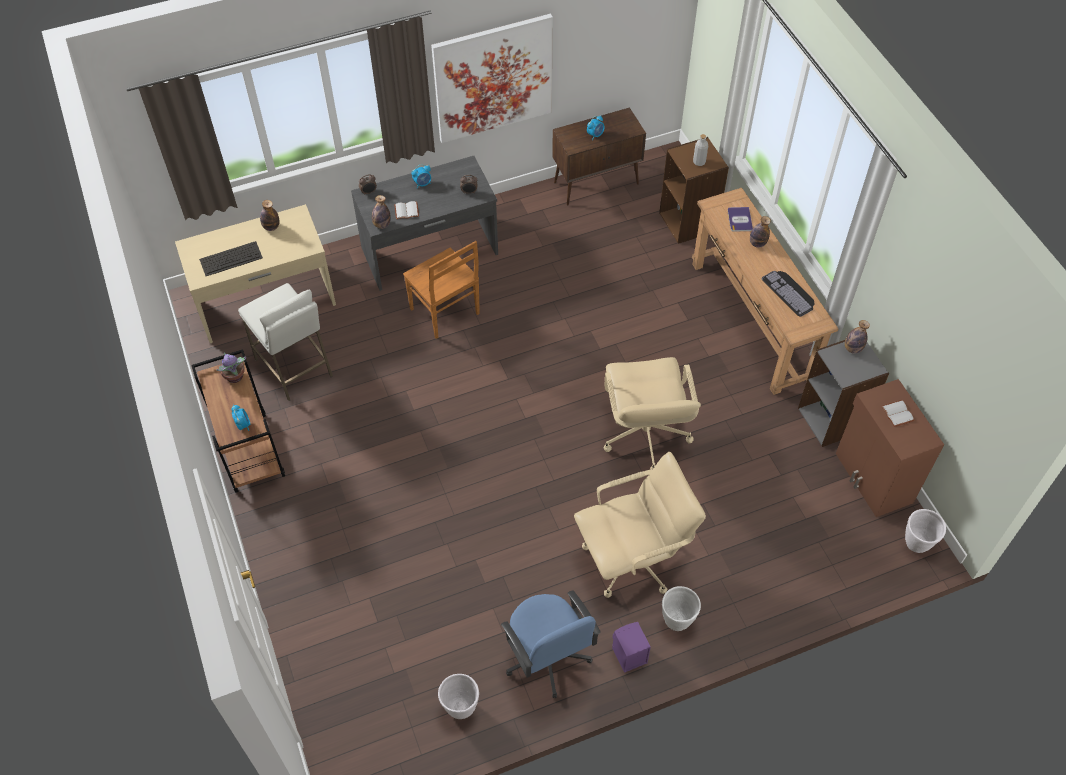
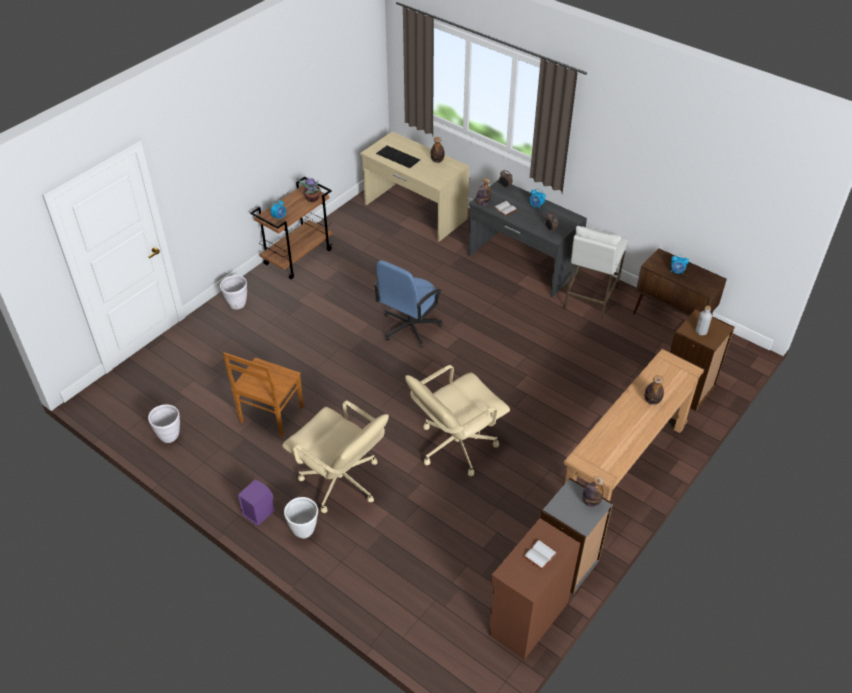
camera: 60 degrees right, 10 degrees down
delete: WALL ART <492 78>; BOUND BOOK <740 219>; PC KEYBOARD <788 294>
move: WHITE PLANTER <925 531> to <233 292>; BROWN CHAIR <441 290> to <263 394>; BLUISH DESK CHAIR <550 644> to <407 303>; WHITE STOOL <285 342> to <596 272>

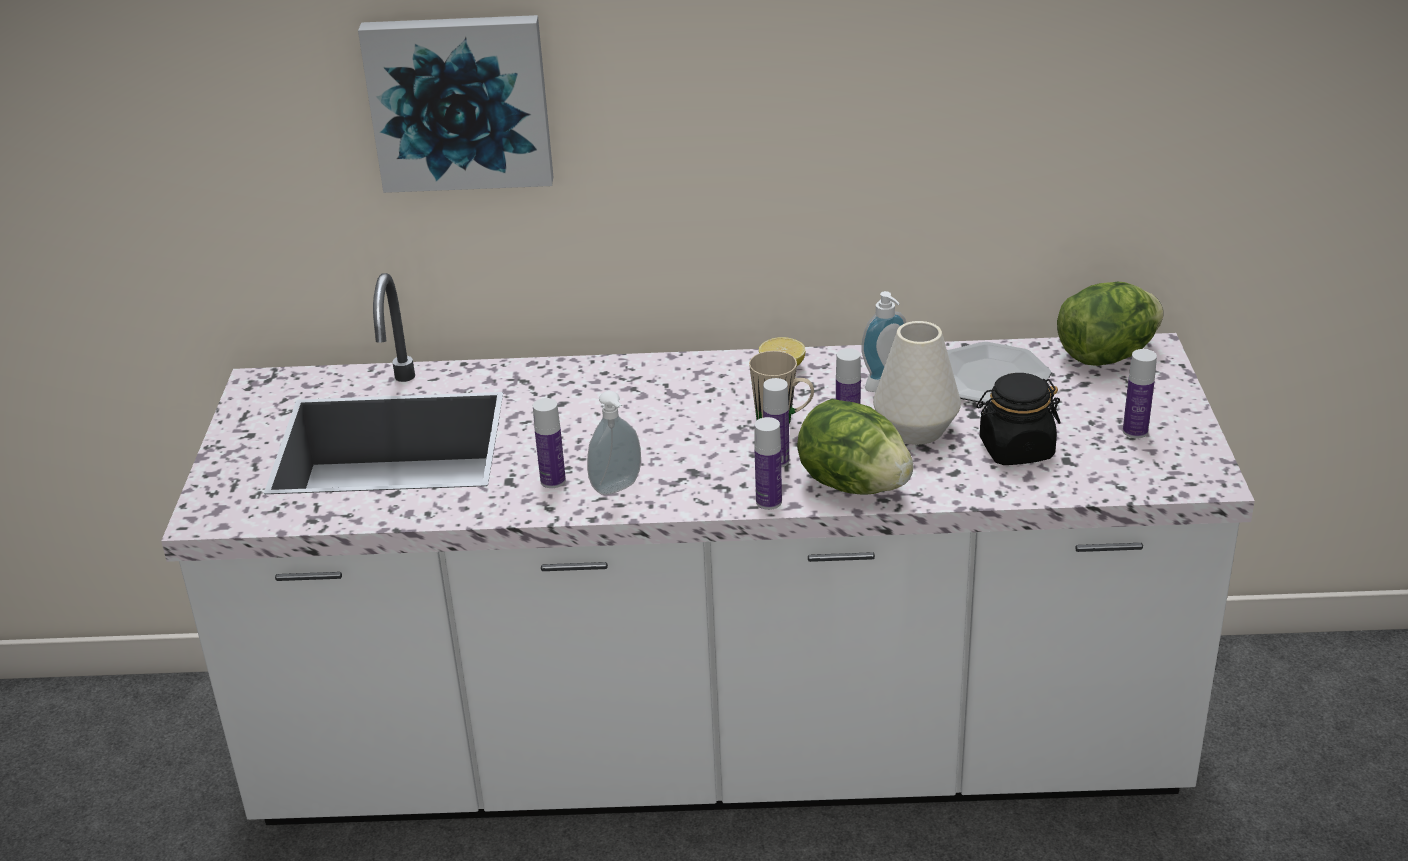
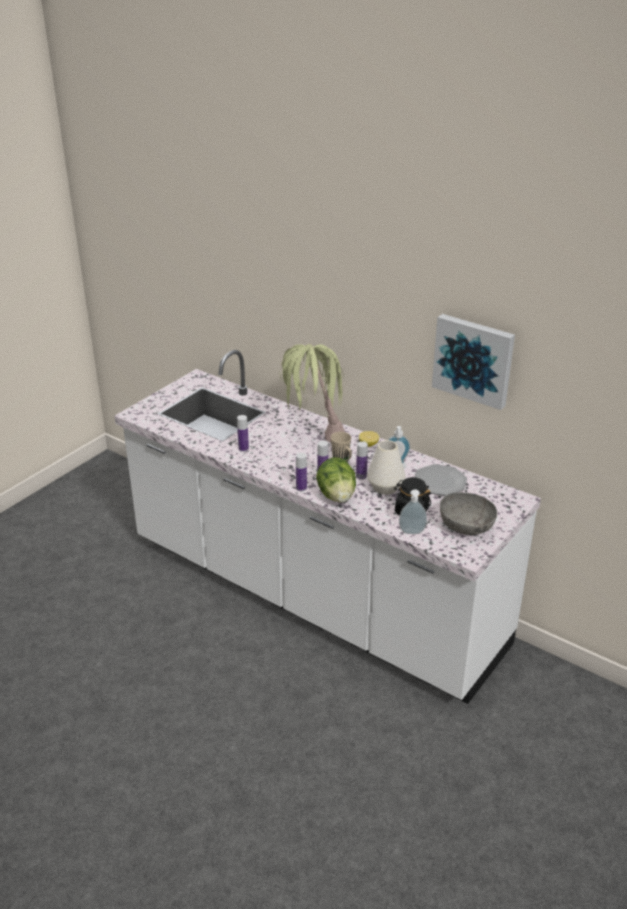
camera: 35 degrees right, 0 degrees up
delete: HEAD OF LETTUCE <1110 324>
insert: POTTED PLANT <312 393>
move: SOAP BOTTLE <614 443> to <413 511>; WALL ART <455 104> to <473 362>
replace: BOTTLE <1140 393> to GRAY BOWL <468 513>

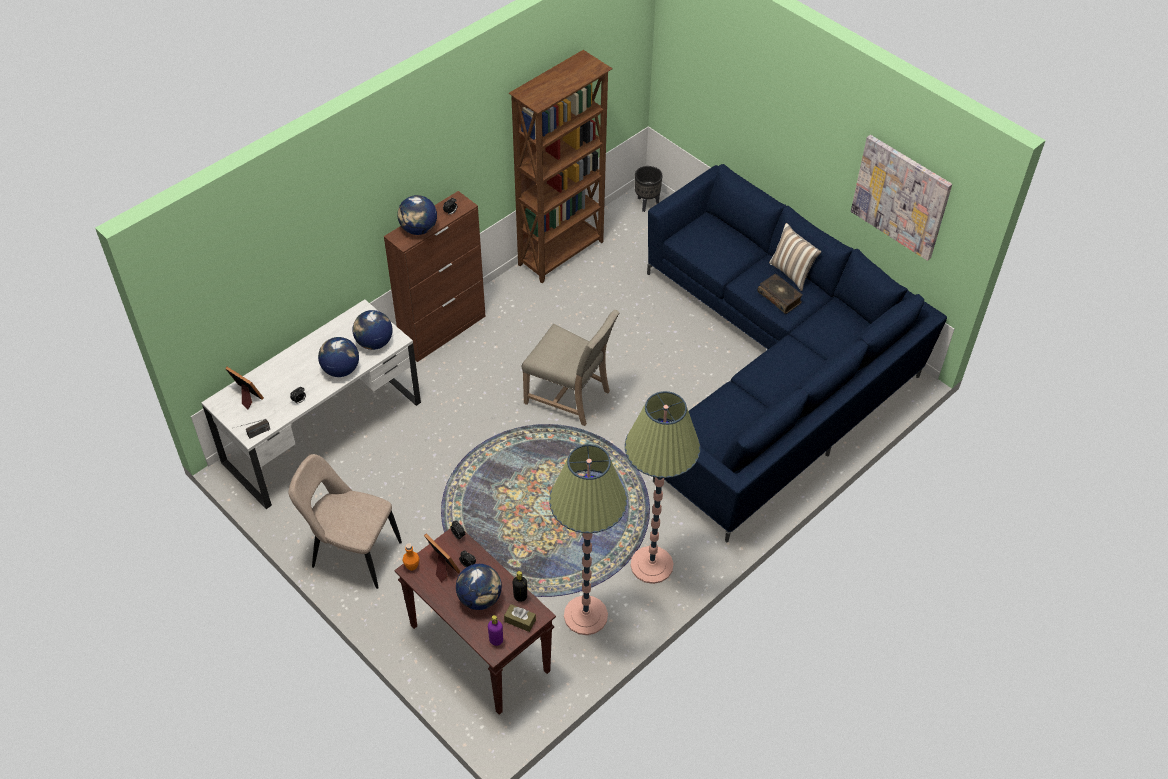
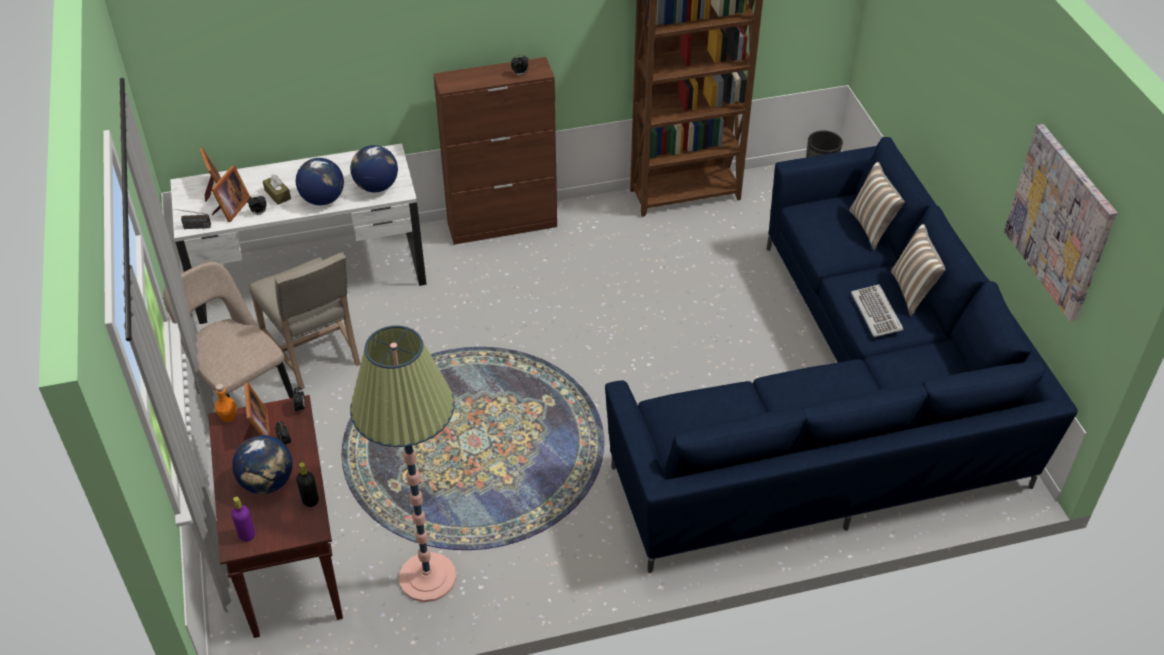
camera: 30 degrees right, 5 degrees down
delete: GLOBE <417 215>; FLOOR LAMP <662 487>
insert: PICTURE FRAME <230 193>; THROW PILLOW <877 206>
move: BEIGE-COLOURED CHAIR <570 368> to <305 320>; BROWN TISSUE BOX <520 618> to <277 189>
replace: BOUND BOOK <780 294> to PC KEYBOARD <877 310>

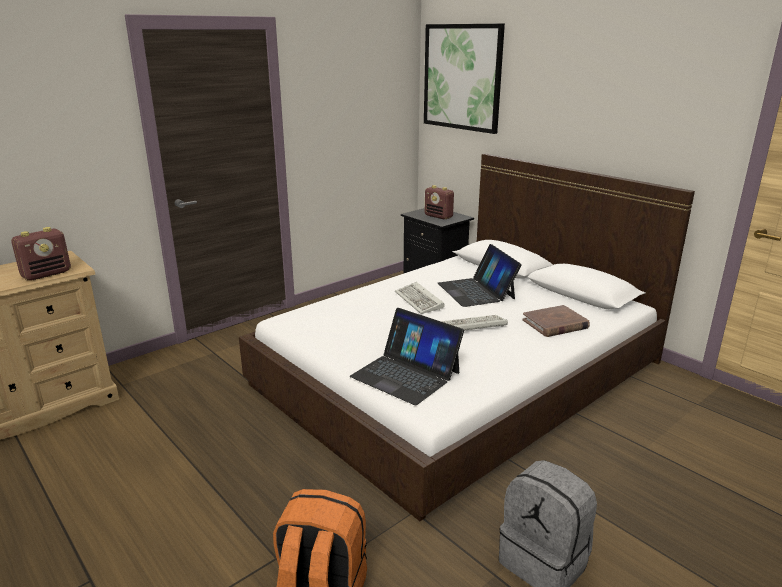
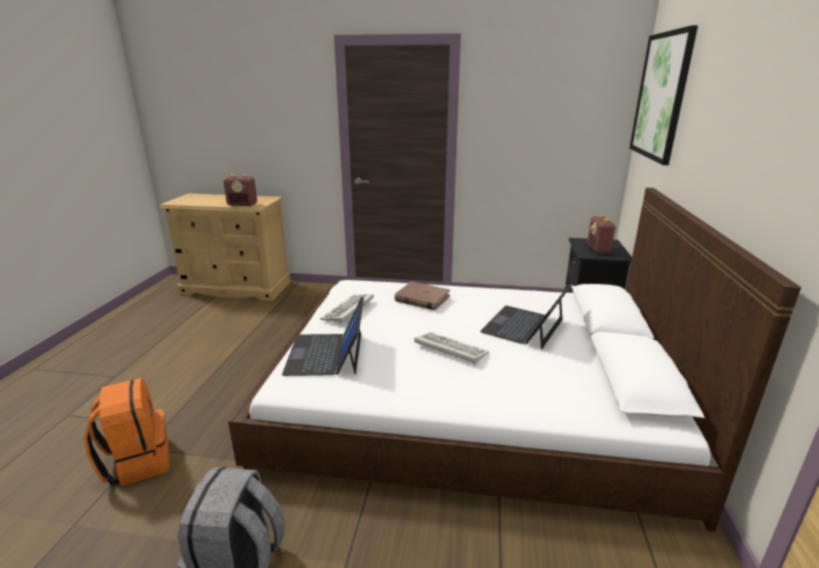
camera: 50 degrees right, 0 degrees up
move: PC KEYBOARD <420 298> to <347 309>; BROWN BOUND BOOK <556 321> to <422 296>

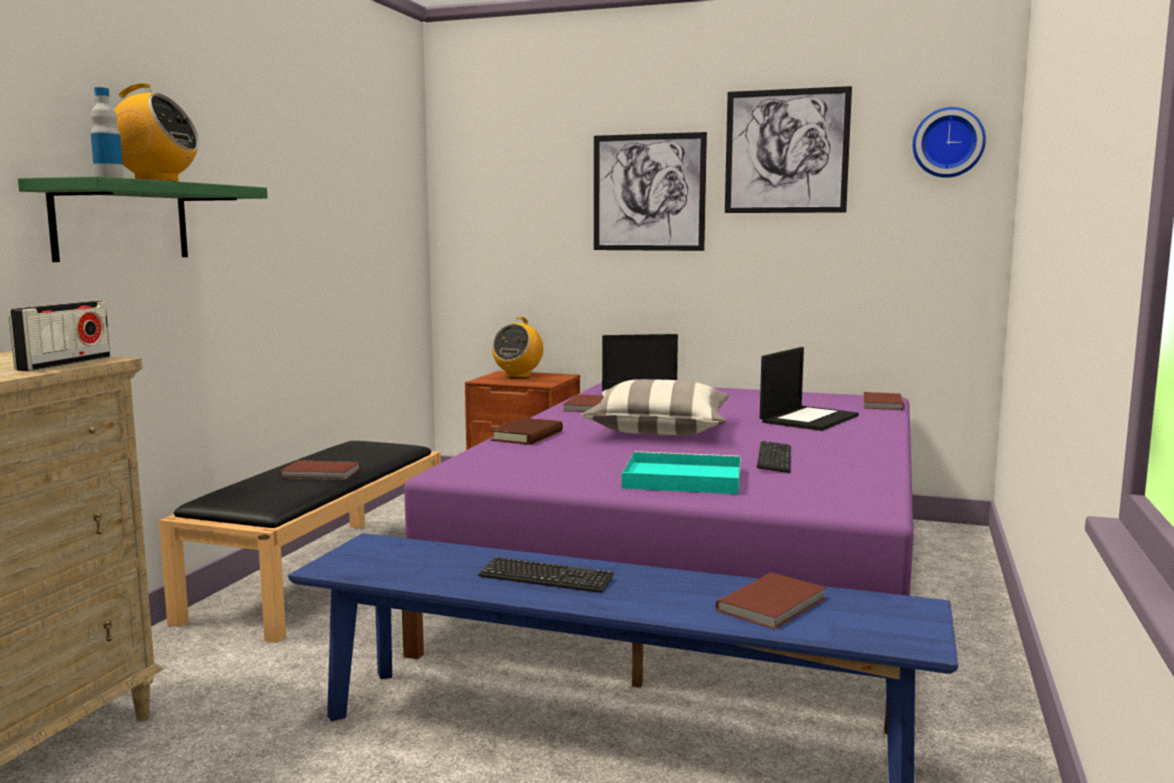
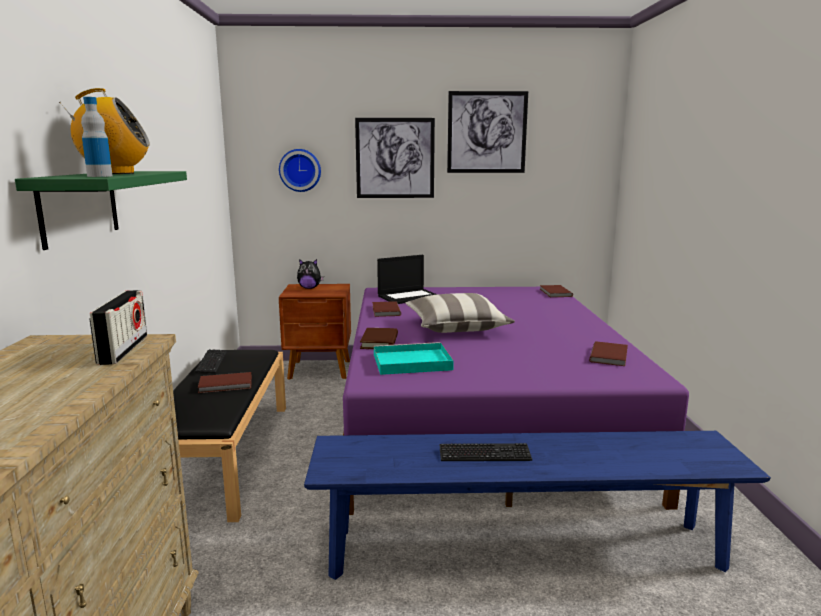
camera: 20 degrees left, 5 degrees up
delete: NOTEBOOK COMPUTER <809 389>
move: PC KEYBOARD <774 457> to <211 361>; WALL CLOCK <949 142> to <300 170>; TURQUOISE CARRYING TRAY <681 472> to <414 358>; BROWN BOUND BOOK <771 601> to <608 353>
replace: RADIO RECEIVER <517 347> to PLUSH TOY <310 274>

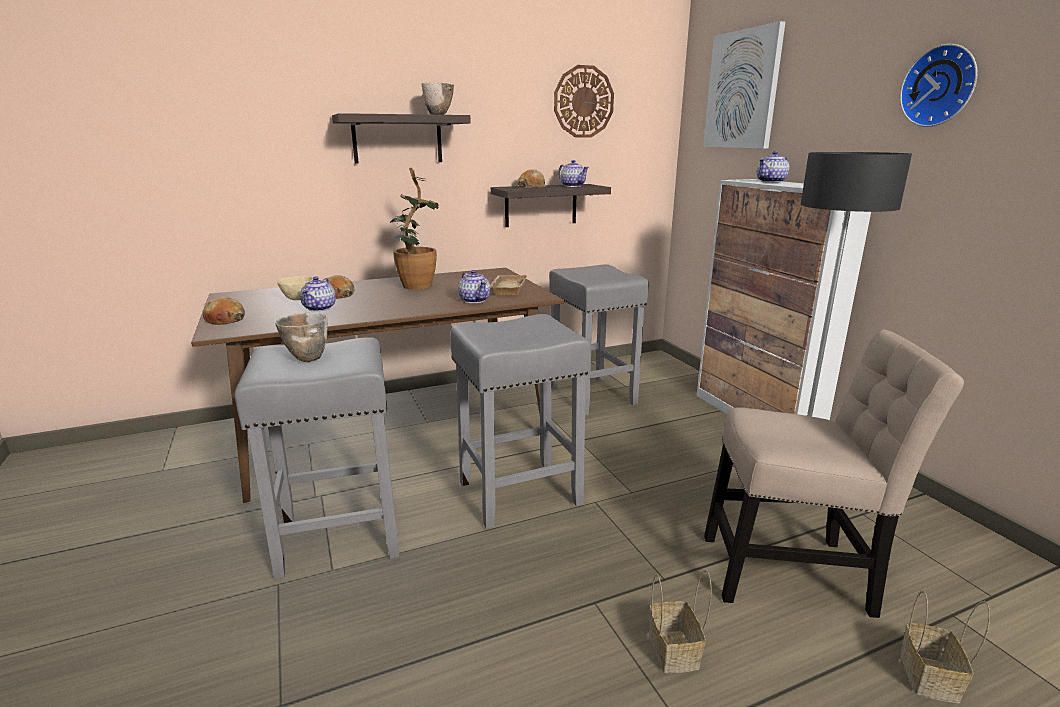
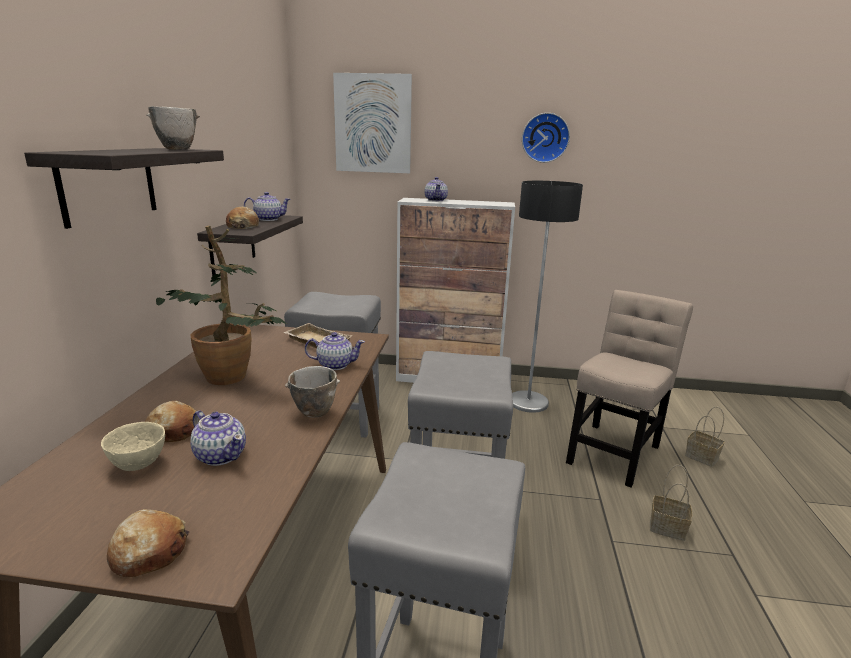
camera: 60 degrees left, 0 degrees up
delete: WALL CLOCK <584 101>
move: BOWL <302 337> to <312 392>

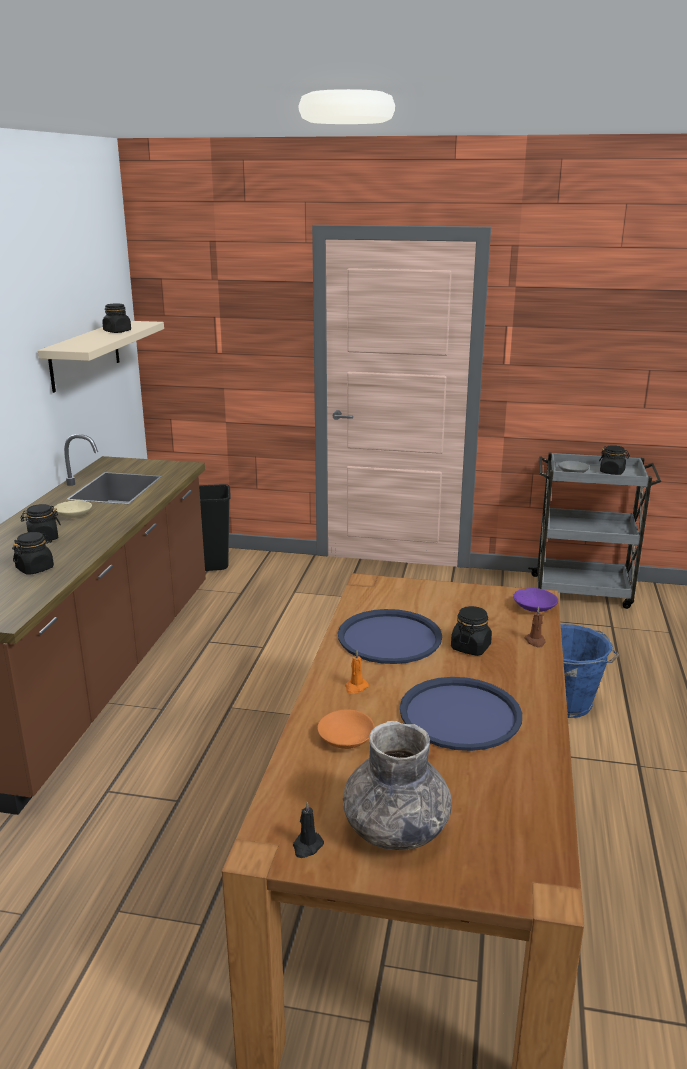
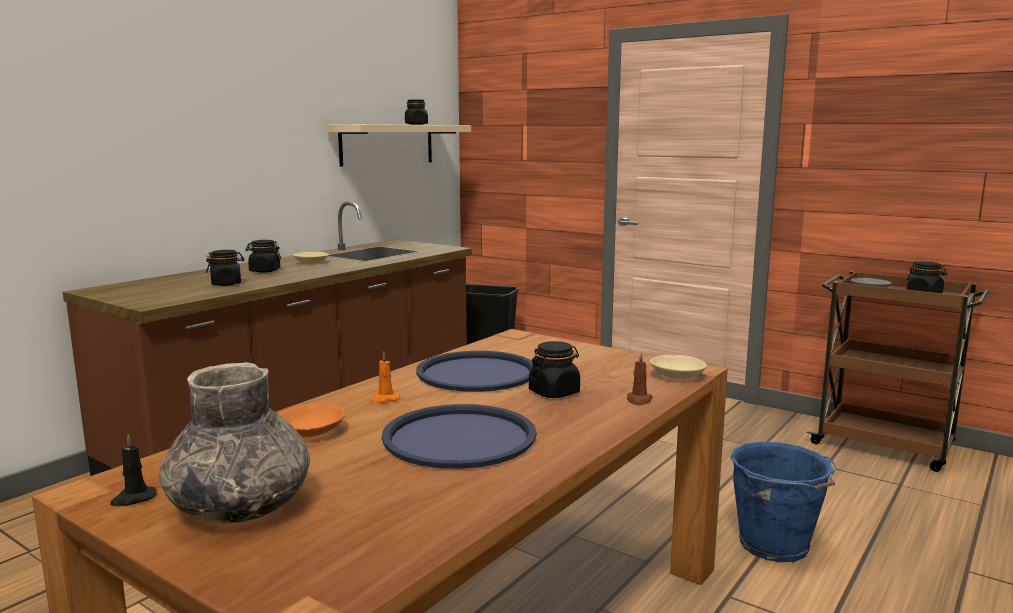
camera: 25 degrees right, 10 degrees down
recolor: PURPLE BOWL <535 600> to BEIGE-COLOURED BOWL <678 367>; GRAY CART <594 530> to BROWN CART <898 371>

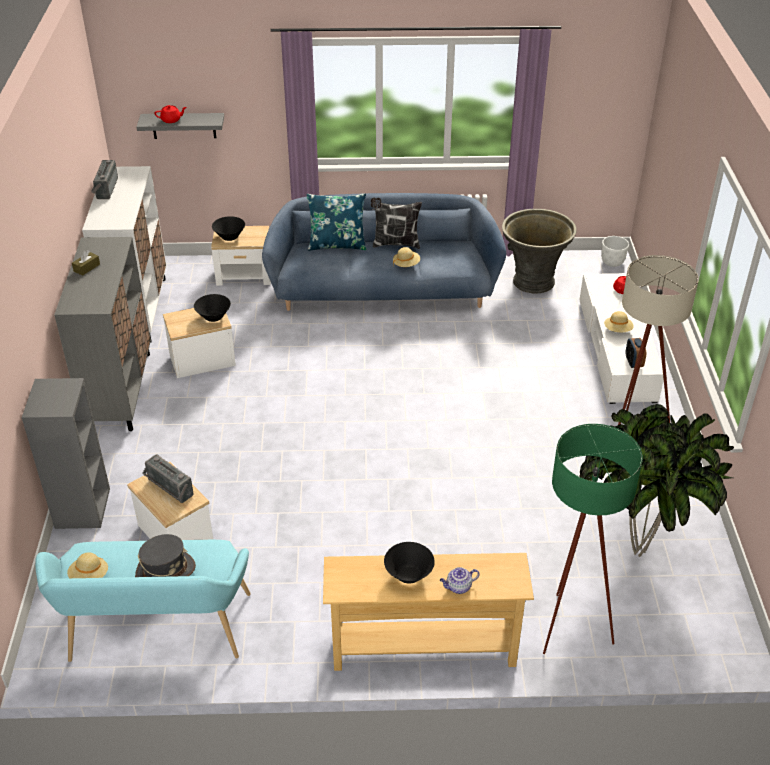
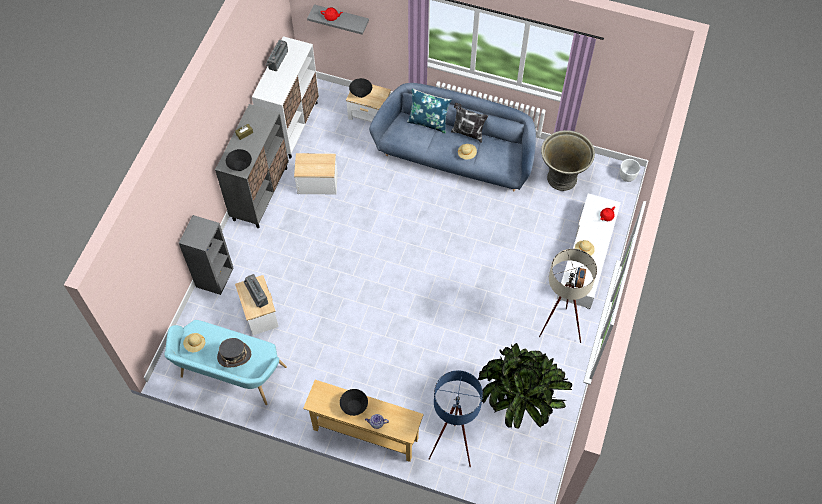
camera: 20 degrees right, 20 degrees up
move: BLACK BOWL <212 308> to <239 160>
recolor: GREEN-COLOURED FLOOR LAMP <593 539> to BLUISH FLOOR LAMP <456 418>

